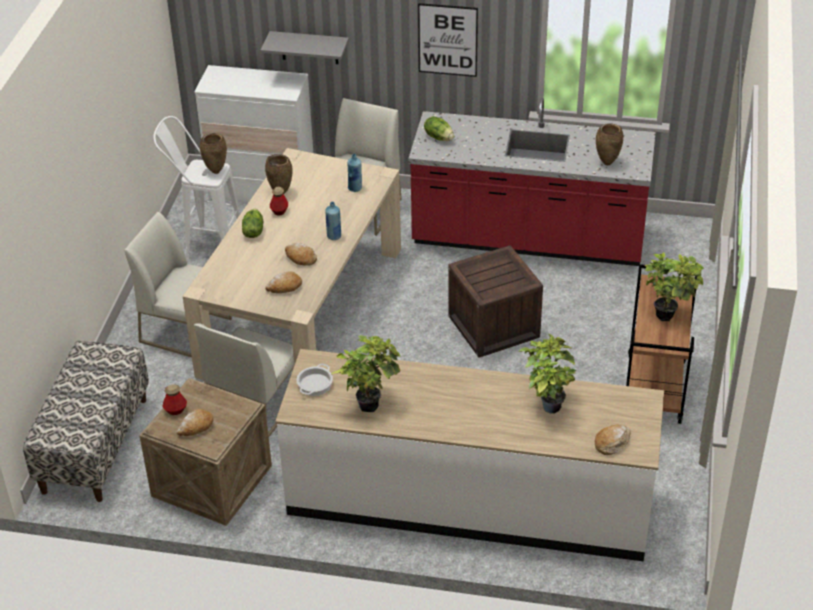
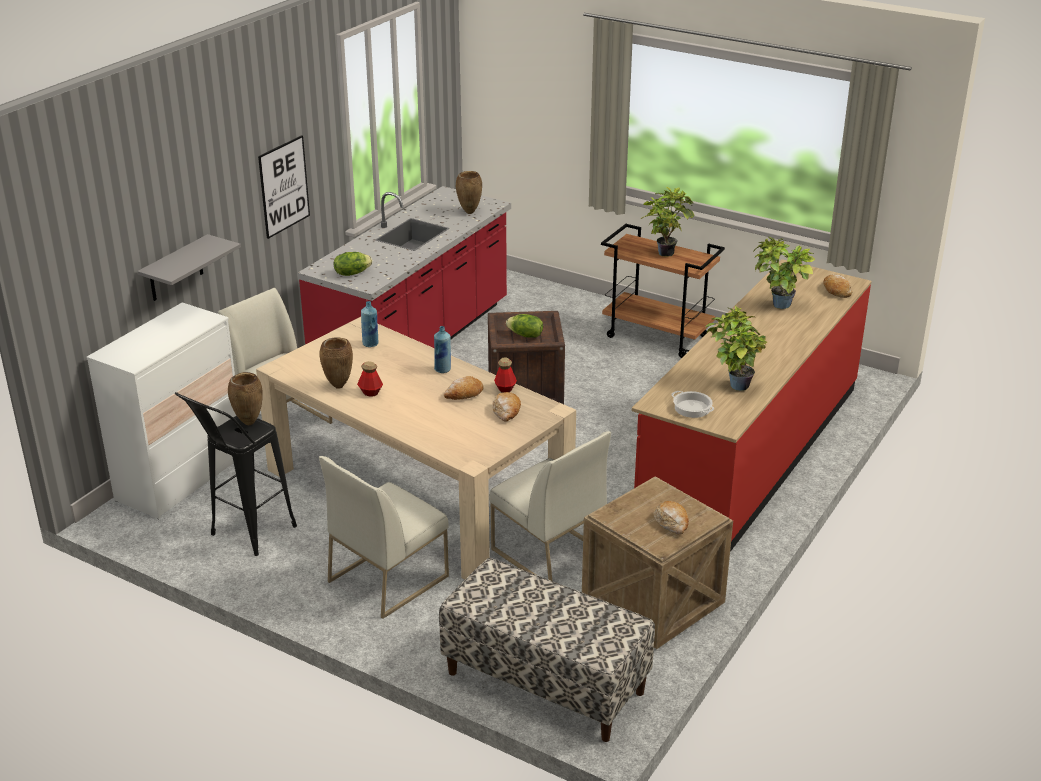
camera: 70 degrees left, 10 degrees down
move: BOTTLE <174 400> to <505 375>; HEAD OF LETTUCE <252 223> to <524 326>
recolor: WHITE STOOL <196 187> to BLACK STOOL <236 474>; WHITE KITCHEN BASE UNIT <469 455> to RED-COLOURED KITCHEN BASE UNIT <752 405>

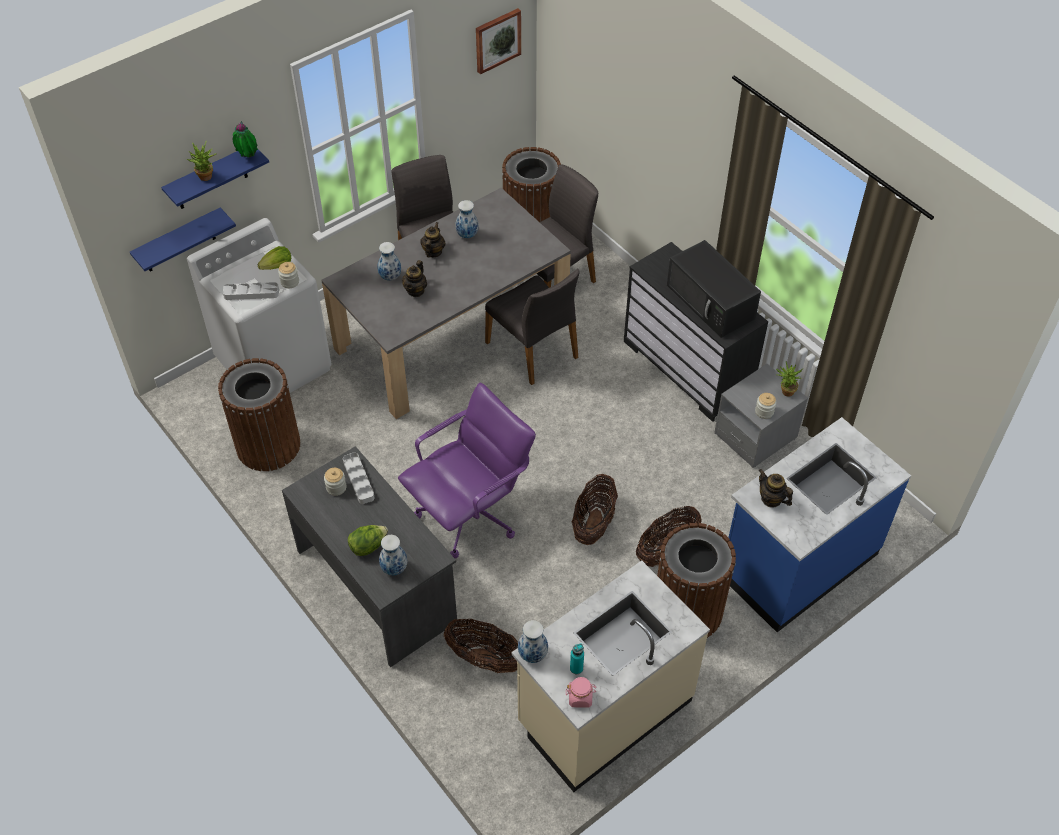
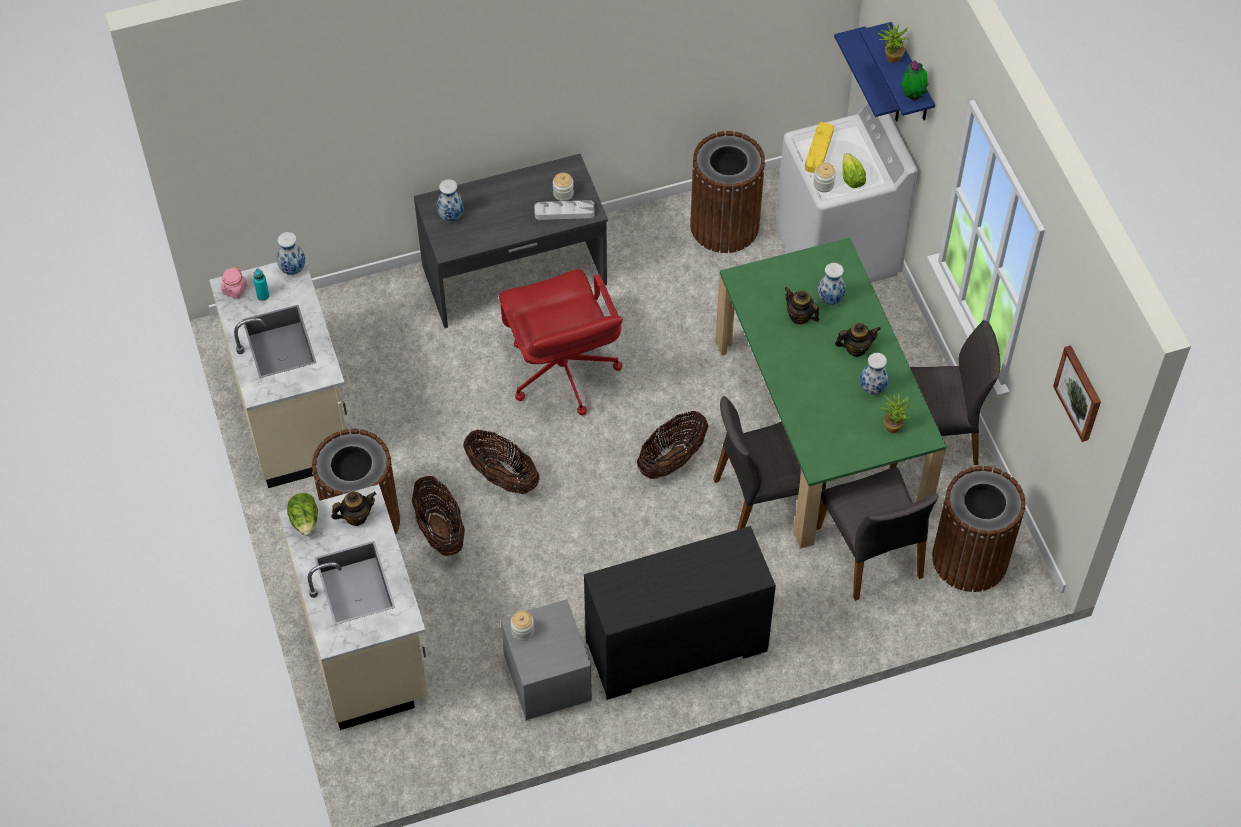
camera: 110 degrees right, 5 degrees up
delete: BLACK KITCHEN MICROWAVE <714 289>
move: HEAD OF LETTUCE <368 540> to <302 514>; HOUSEHOLD BASKET <481 645> to <672 445>; POTTED PLANT <790 379> to <895 412>
recolor: BLUISH KITCHEN BASE UNIT <819 524> to BEIGE-COLOURED KITCHEN BASE UNIT <353 607>; PURPLE DESK CHAIR <467 471> to RED-COLOURED DESK CHAIR <561 342>; GRAY DINING TABLE <446 303> to GREEN-COLOURED DINING TABLE <830 393>; GRAY CARRYING TRAY <251 291> to YELLOWISH CARRYING TRAY <819 147>
rotate: TEA POT <433 240> = <858 340> 45 degrees counterclockwise

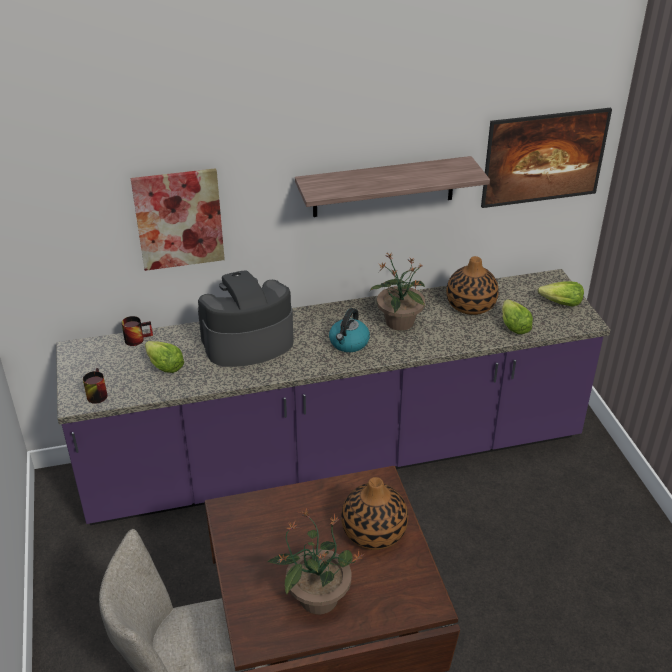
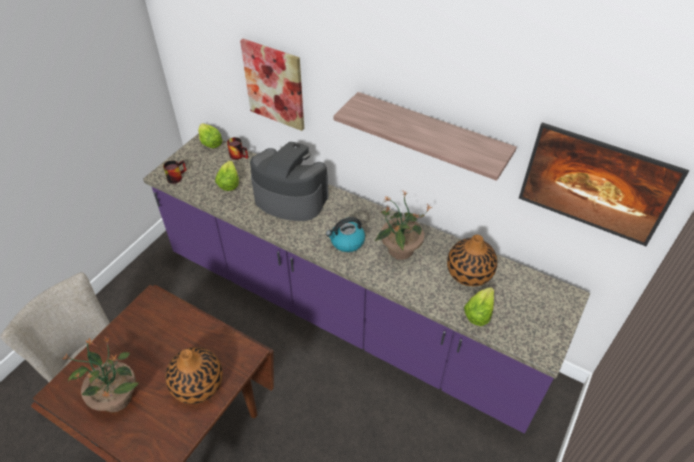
camera: 45 degrees right, 10 degrees up
move: HEAD OF LETTUCE <561 294> to <210 135>

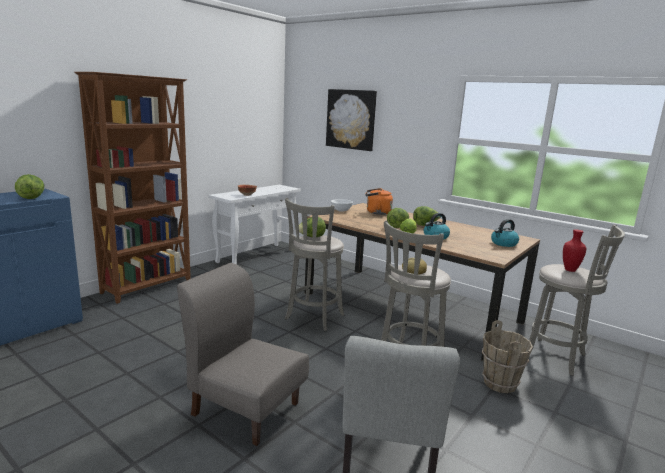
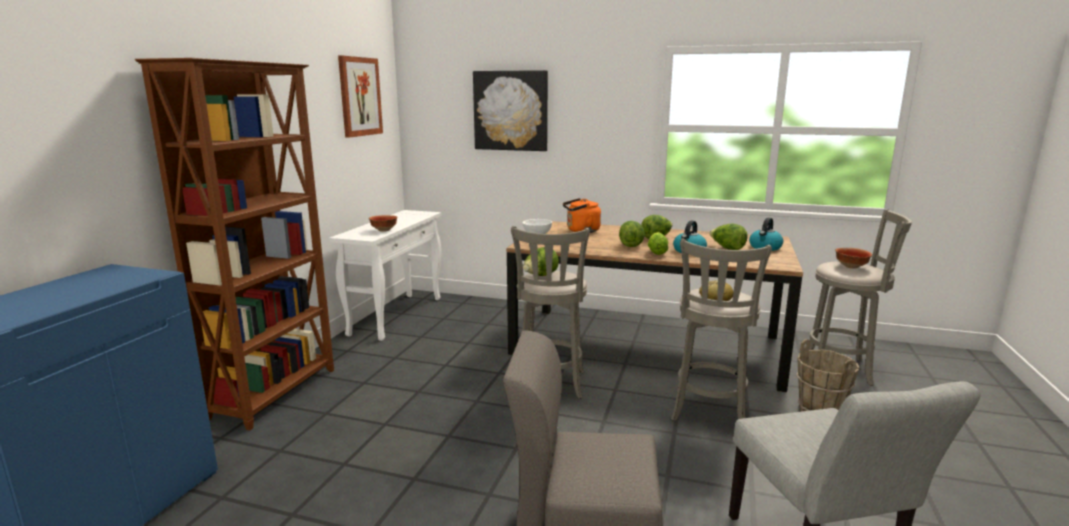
camera: 20 degrees left, 0 degrees up
insert: WALL ART <360 97>
move: HEAD OF LETTUCE <29 186> to <728 237>
replace: RED-COLOURED DECORATIVE VASE <574 250> to BOWL <853 258>

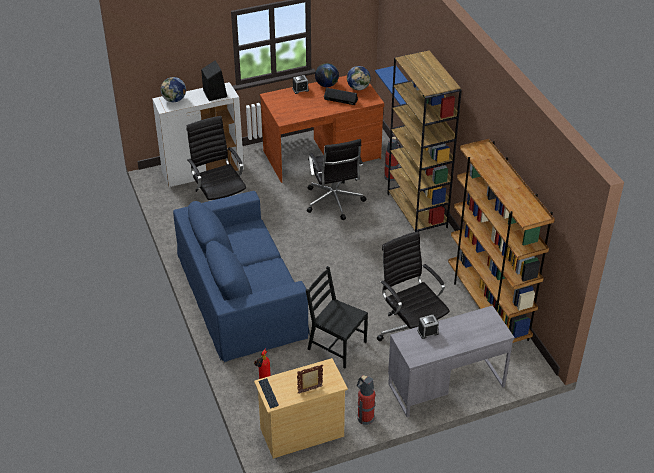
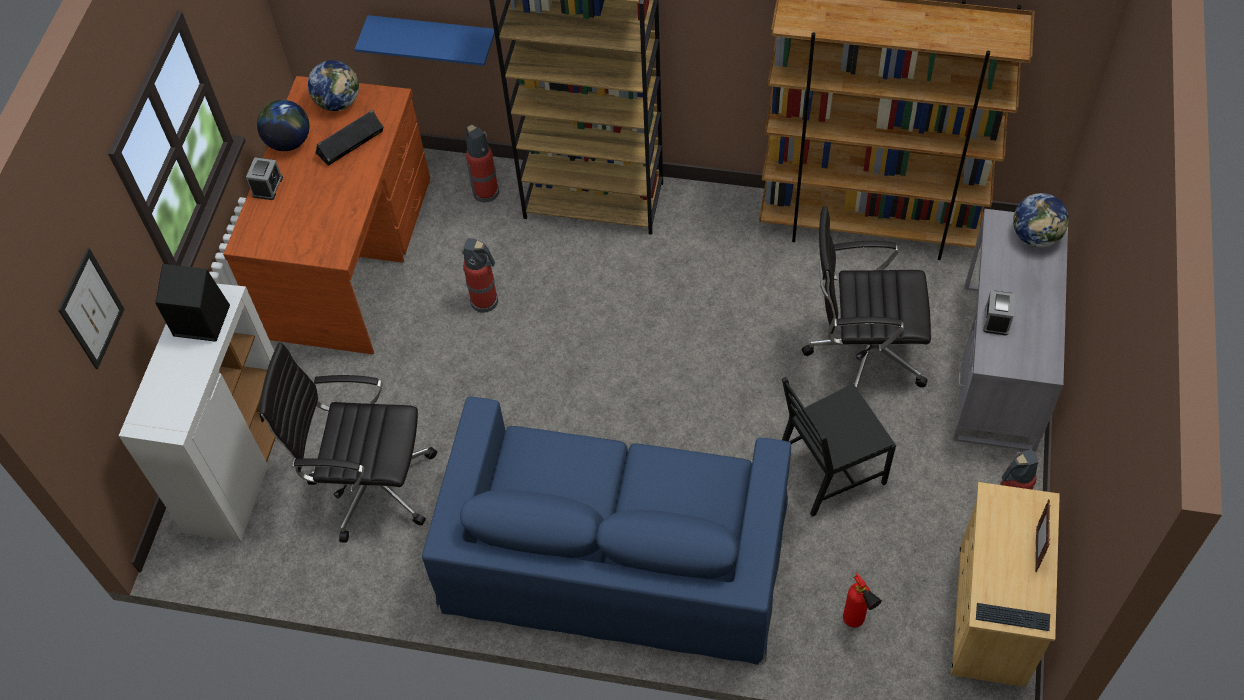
camera: 55 degrees left, 15 degrees up
insert: WALL ART <91 308>
move: GLOBE <173 89> to <1041 220>
replace: BLACK DESK CHAIR <336 179> to FIRE-FIGHTING CYLINDER <479 275>

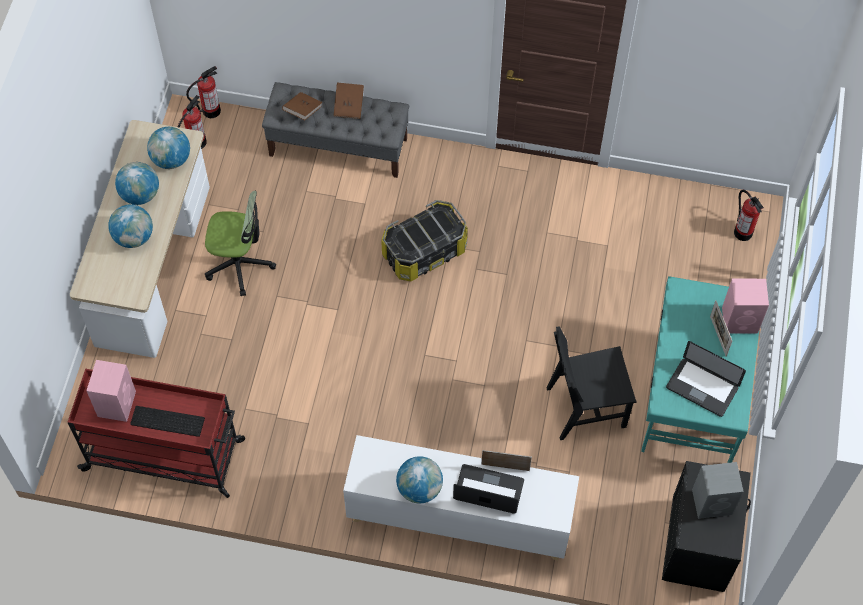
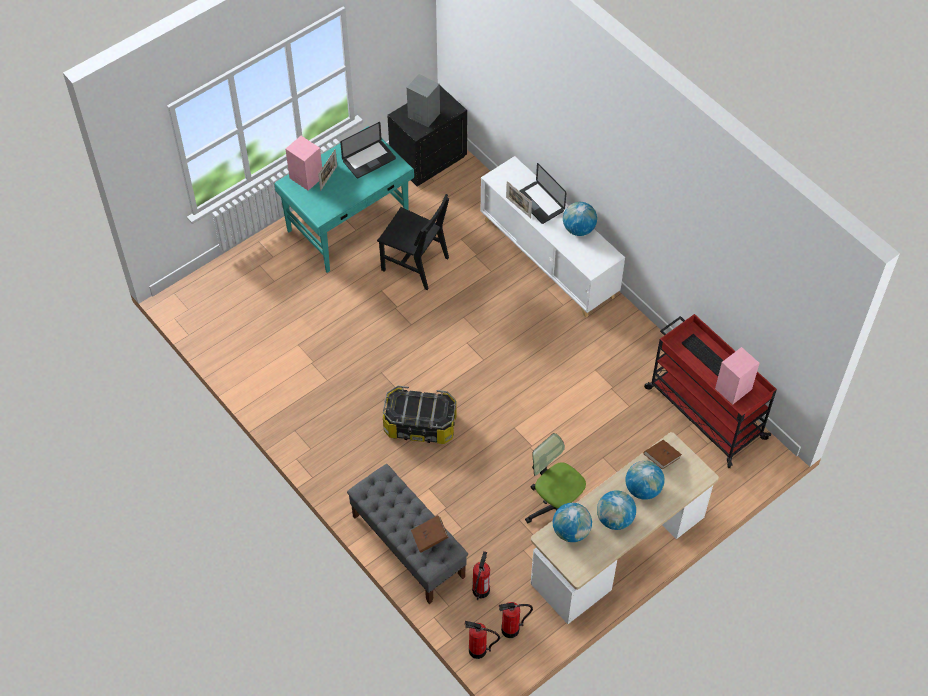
camera: 140 degrees left, 5 degrees down
move: FIRE-FIGHTING CYLINDER <749 215> to <481 575>; BROWN BOUND BOOK <349 101> to <663 454>
rotate: NOTEBOOK COMPUTER <706 379> = <368 150> 75 degrees clockwise

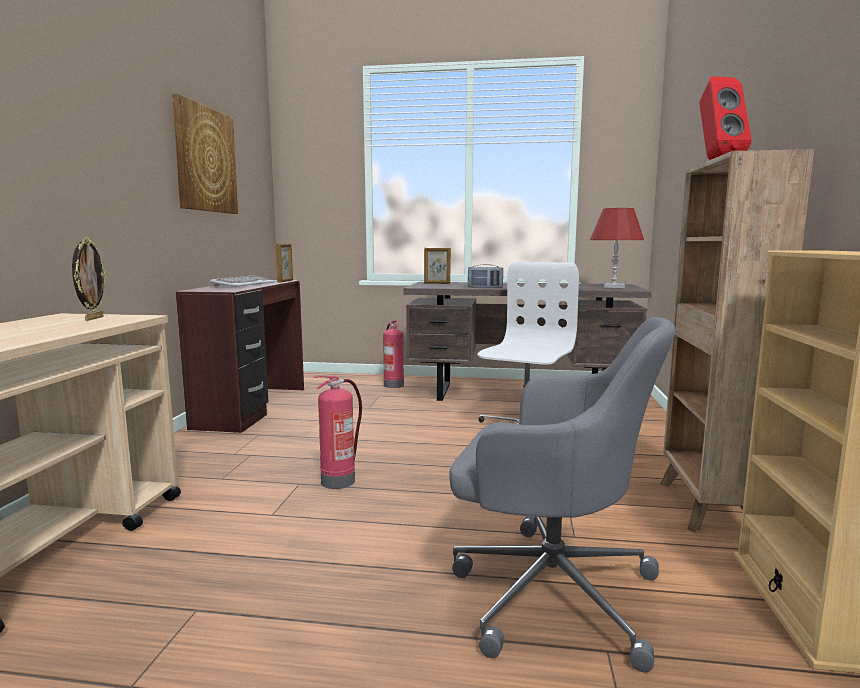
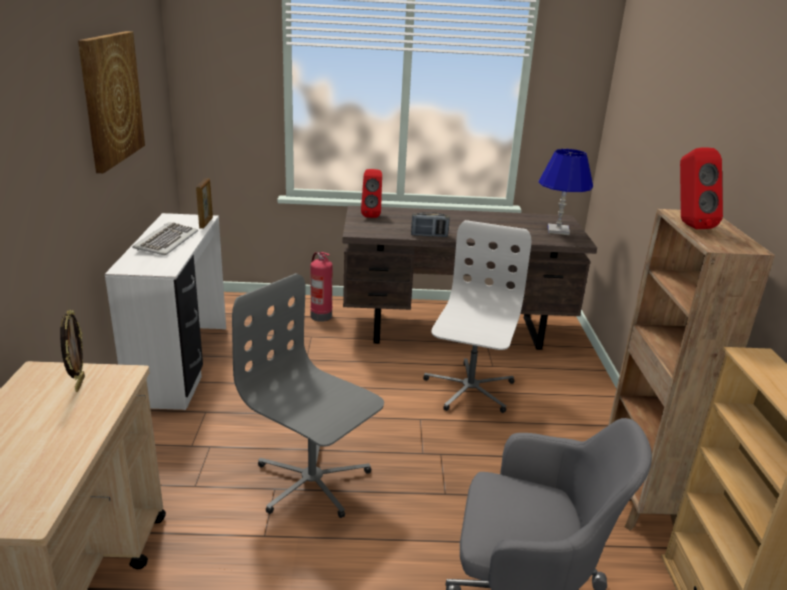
camera: 10 degrees left, 15 degrees up
replace: FIRE-FIGHTING CYLINDER <338 432> to GRAY DESK CHAIR <308 395>; PICTURE FRAME <437 266> to RED-COLOURED SPEAKER <371 193>
recolor: BROWN DESK <240 356> to WHITE DESK <165 311>; RED-COLOURED LAMP FOR A TABLE <617 248> to BLUISH LAMP FOR A TABLE <565 192>

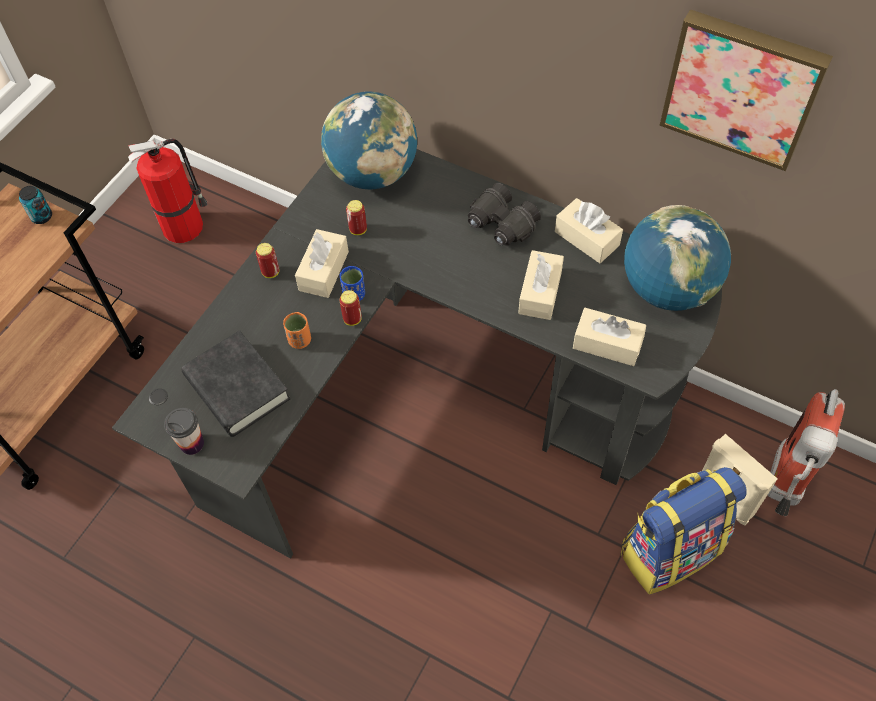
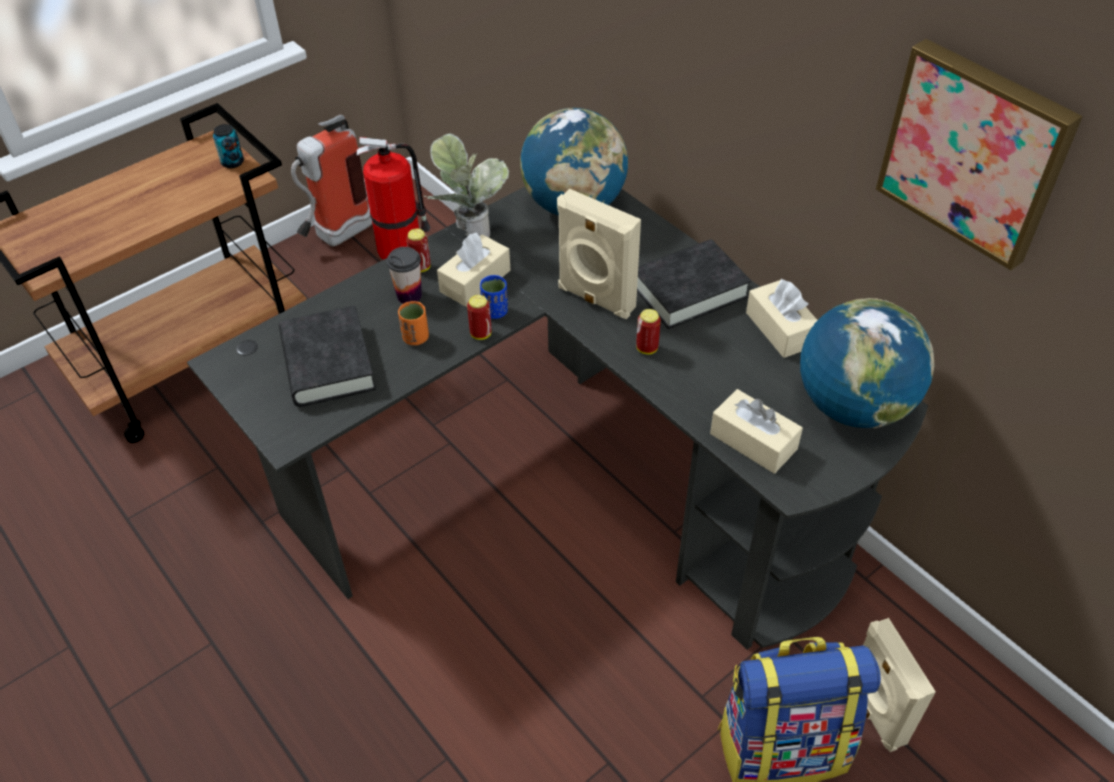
camera: 20 degrees right, 10 degrees down
delete: BEIGE-COLOURED TISSUE BOX <541 285>
insert: POTTED PLANT <466 185>; BEIGE-COLOURED SPEAKER <599 254>
move: FIRE-FIGHTING CYLINDER <806 452> to <331 180>; SMALL CUP <184 431> to <404 275>; SEALED CAN <356 217> to <648 332>
replace: BLACK BINOCULARS <504 214> to BLACK BOUND BOOK <694 284>

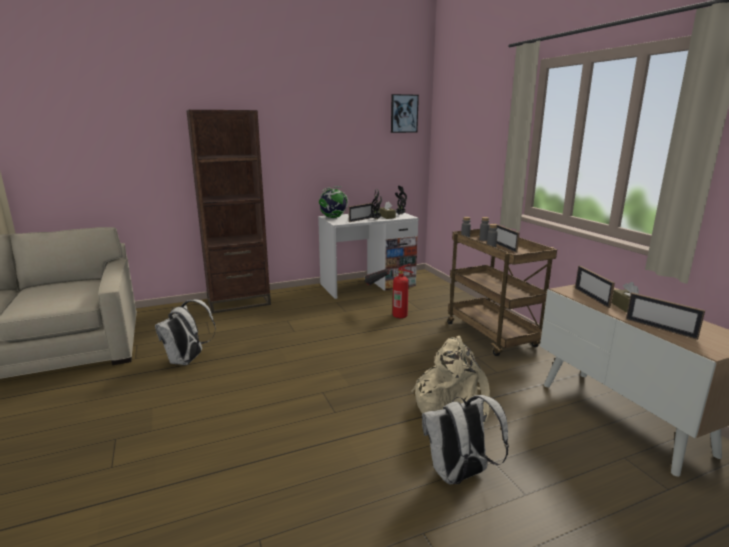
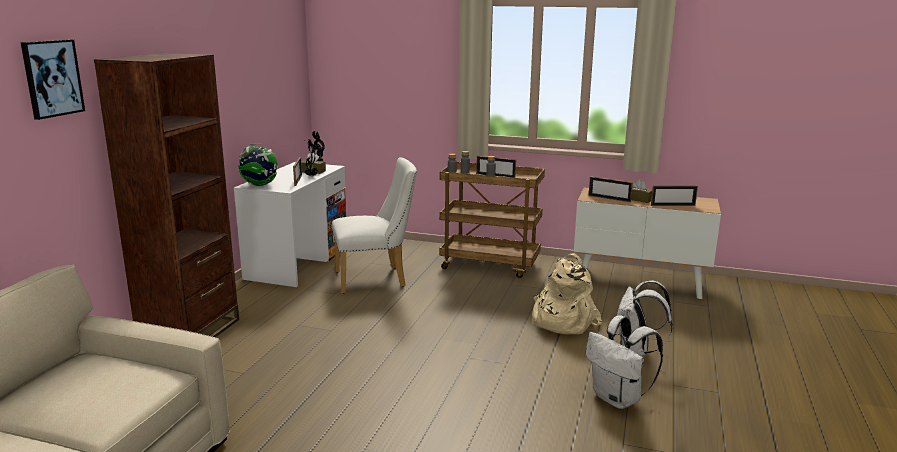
camera: 50 degrees left, 0 degrees up
move: WALL ART <405 113> to <53 79>; WHITE BACKPACK <185 332> to <624 362>
replace: FIRE-FIGHTING CYLINDER <389 291> to WHITE CHAIR <374 225>

